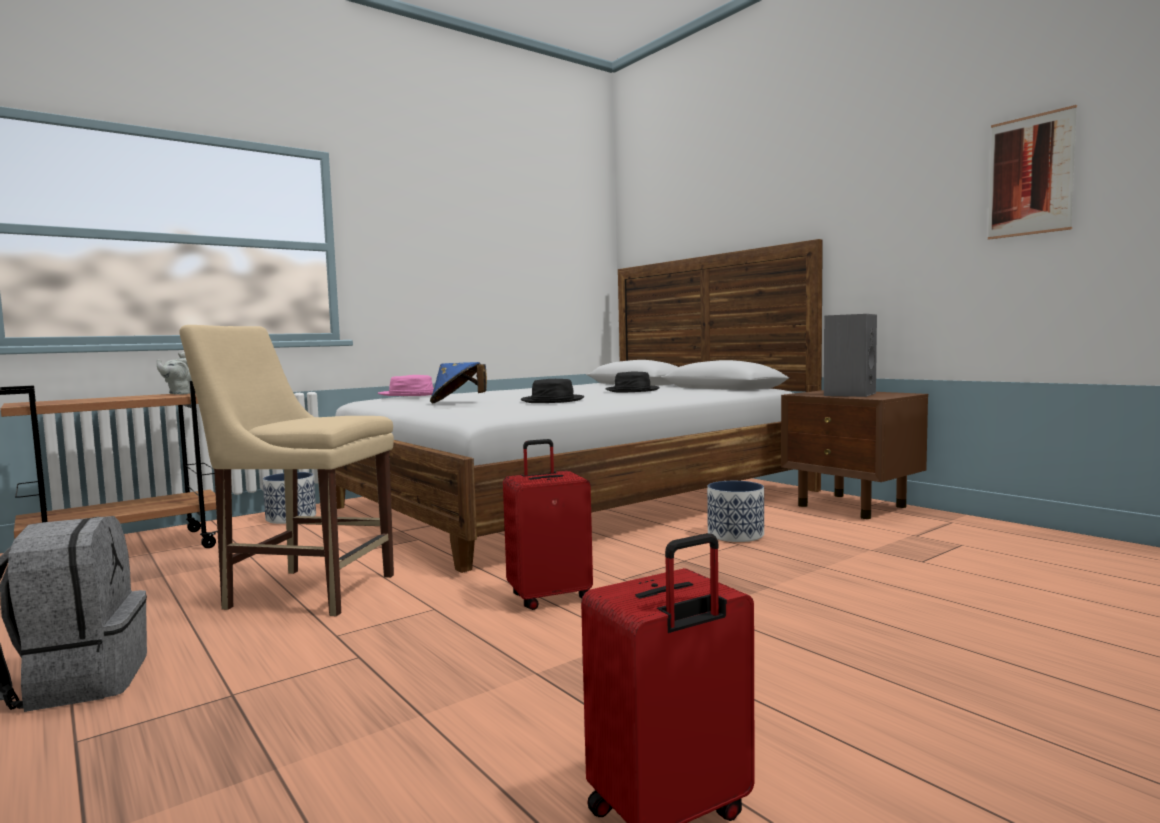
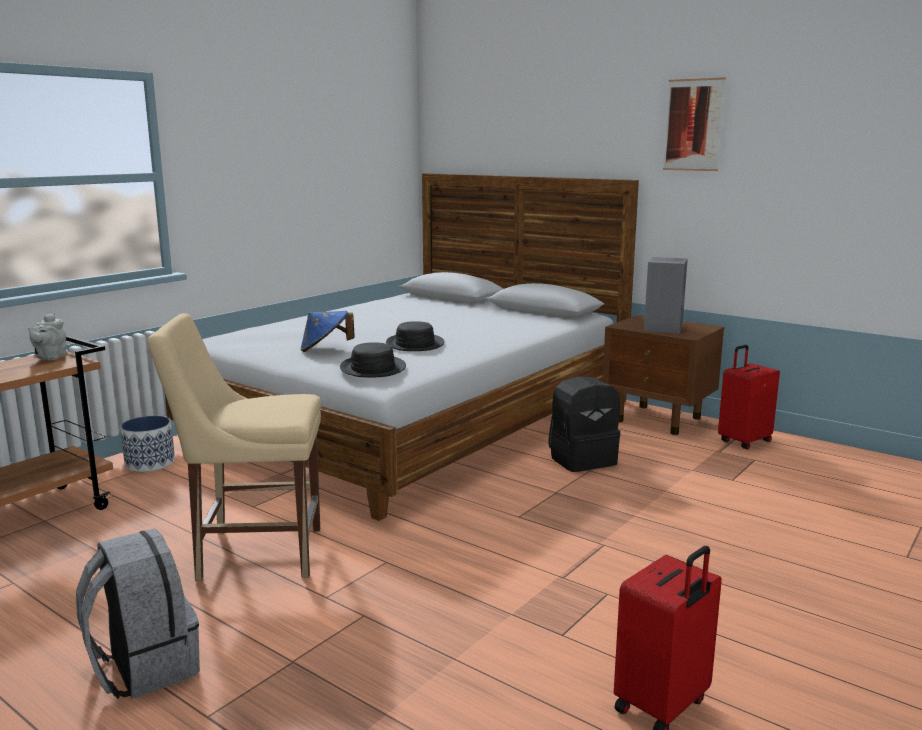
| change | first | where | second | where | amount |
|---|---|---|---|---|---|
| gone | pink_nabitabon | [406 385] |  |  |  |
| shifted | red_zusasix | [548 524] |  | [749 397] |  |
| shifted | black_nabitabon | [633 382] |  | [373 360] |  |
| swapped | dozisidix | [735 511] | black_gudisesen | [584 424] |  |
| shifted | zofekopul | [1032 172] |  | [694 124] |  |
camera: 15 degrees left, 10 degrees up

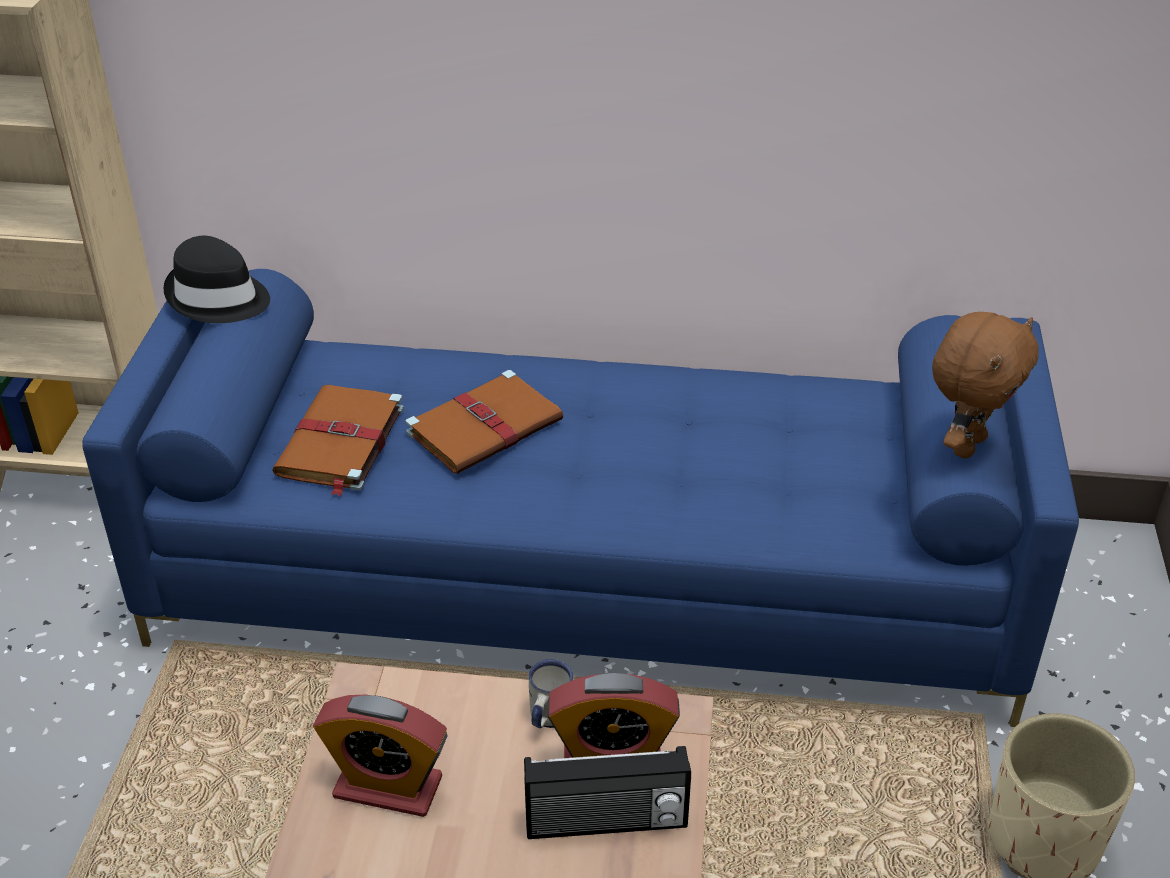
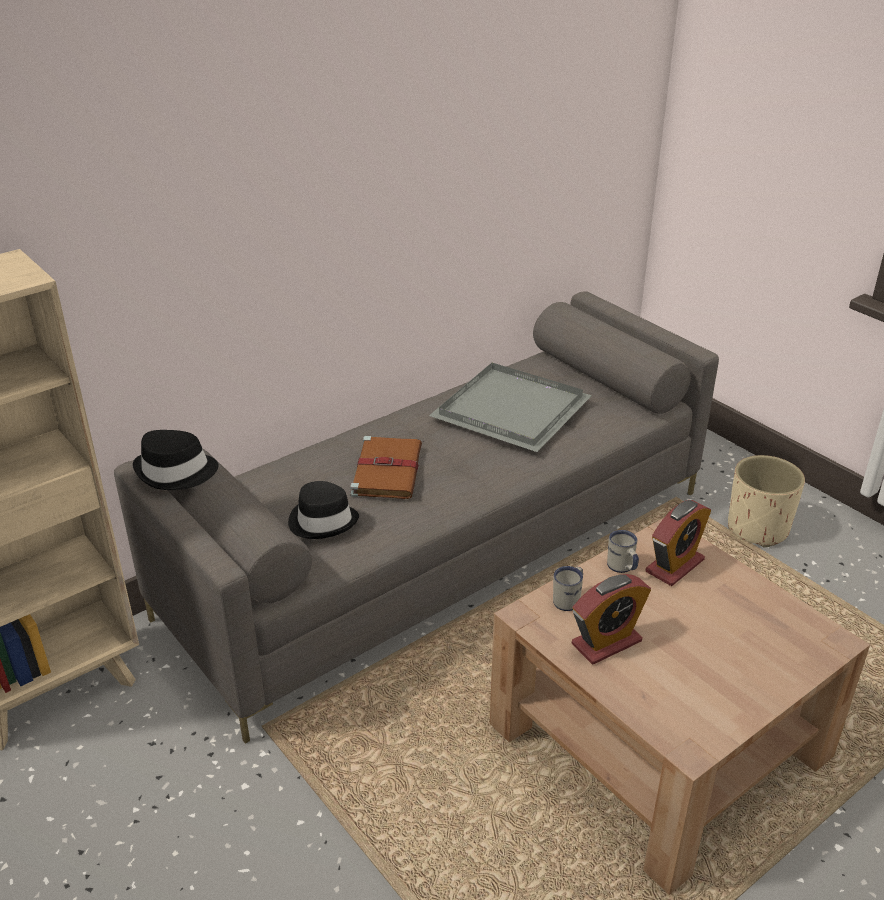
| change | first | where | second | where | amount |
|---|---|---|---|---|---|
| repainted | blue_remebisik | [580 498] | grey_remebisik | [416 517] |  |
| swapped | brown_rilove | [338 440] | black_nabitabon | [323 510] |  |
| gone | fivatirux | [607 792] |  |  |  |
| gone | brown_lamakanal | [985 385] |  |  |  |
| new |  |  | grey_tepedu | [510 407] |  |
| new |  |  | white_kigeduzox | [568 588] |  |
camera: 45 degrees left, 5 degrees down

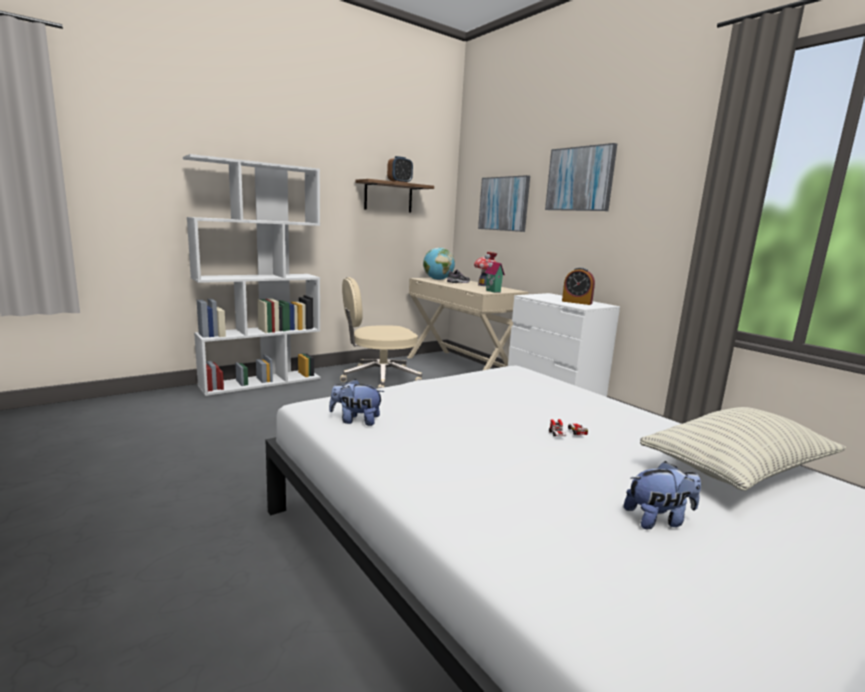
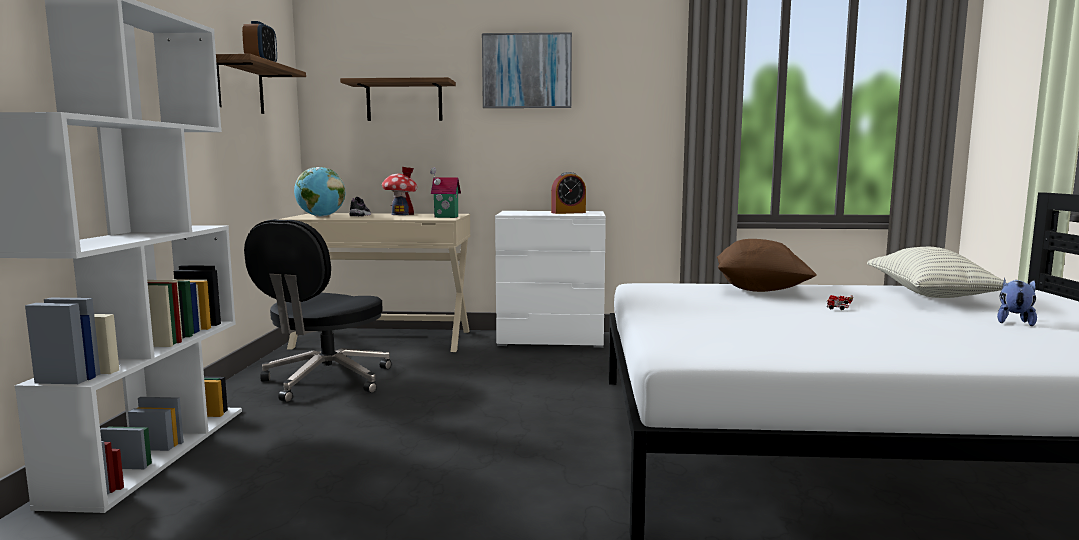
| change | first | where | second | where | amount |
|---|---|---|---|---|---|
| gone | lamakanal | [356 402] |  |  |  |
| repainted | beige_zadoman | [381 332] | black_zadoman | [317 310] |  |
| swapped | zofekopul | [504 203] | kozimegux | [398 99] |  |
| new |  |  | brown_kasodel | [767 265] |  |
camera: 50 degrees left, 5 degrees down

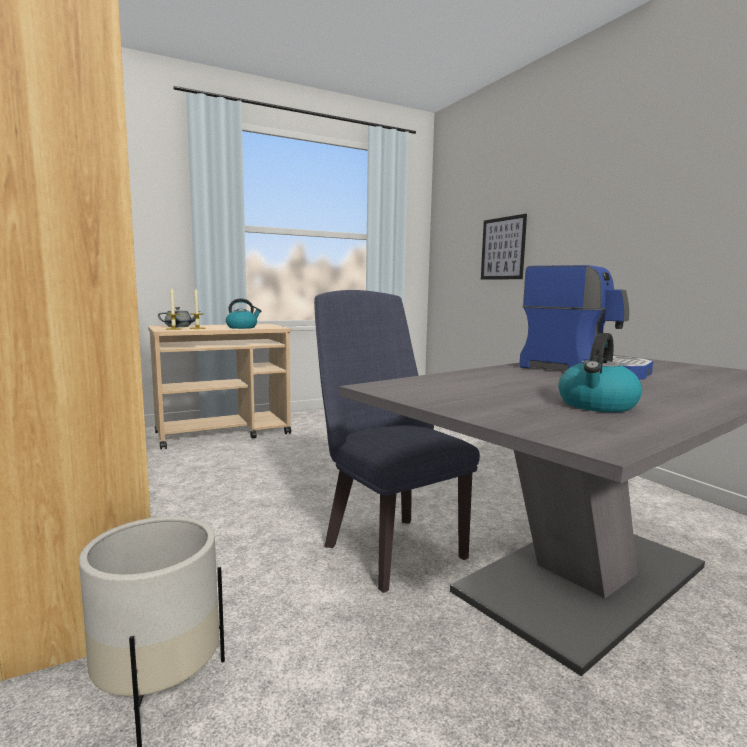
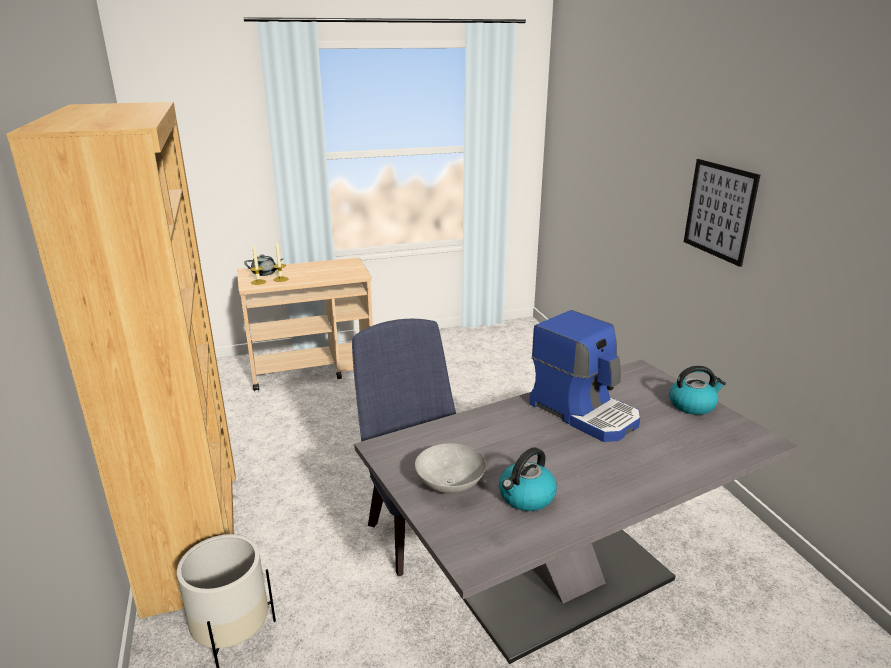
| change | first | where | second | where | amount |
|---|---|---|---|---|---|
| shifted | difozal | [243 313] |  | [697 390] |  |
| shifted | zofekopul | [504 247] |  | [722 213] |  |
| new |  |  | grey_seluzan | [450 468] |  |
camera: 10 degrees right, 15 degrees up

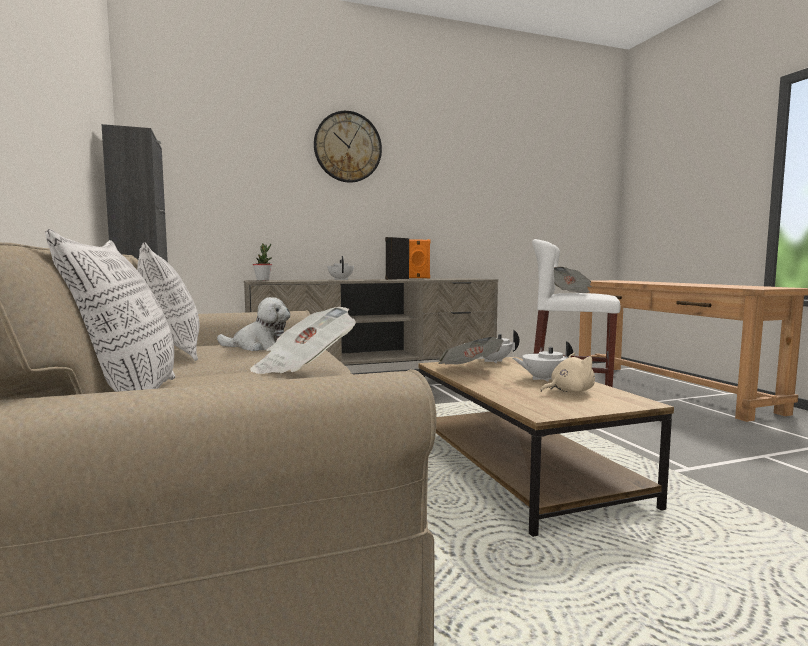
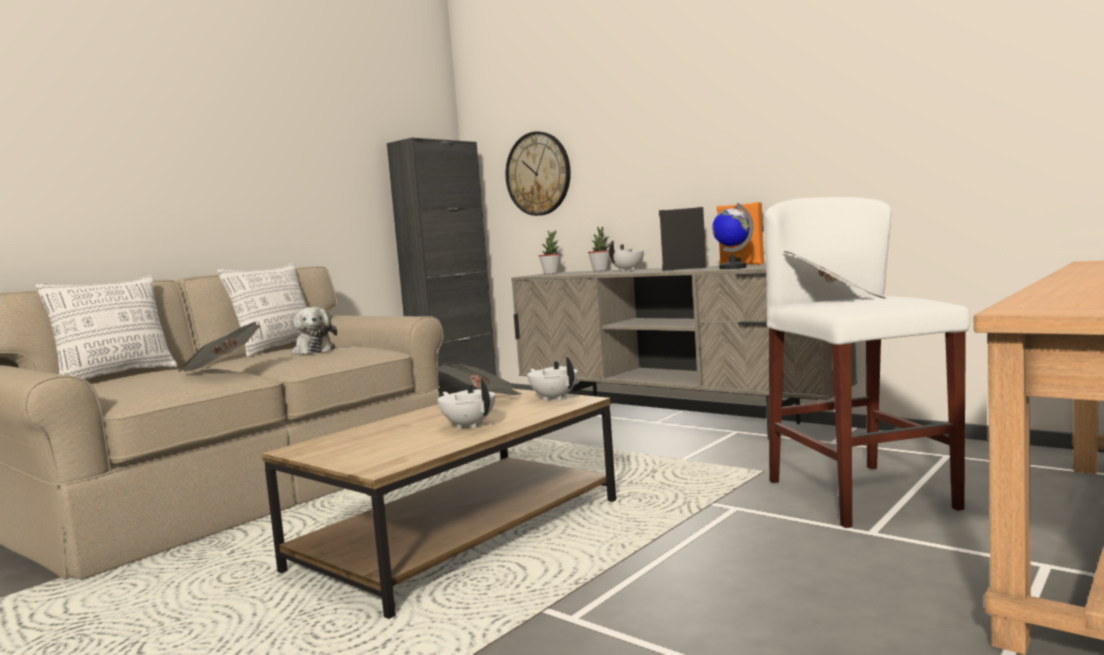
| change | first | where | second | where | amount |
|---|---|---|---|---|---|
| shifted | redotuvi | [348 147] |  | [538 173] |  |
| gone | beige_lamakanal | [568 373] |  |  |  |
| new |  |  | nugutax | [598 248] |  |
| new |  |  | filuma | [732 236] |  |
camera: 60 degrees right, 0 degrees up

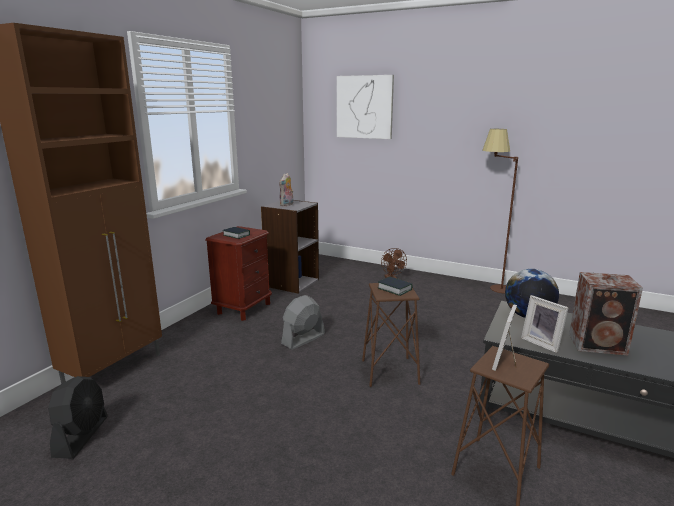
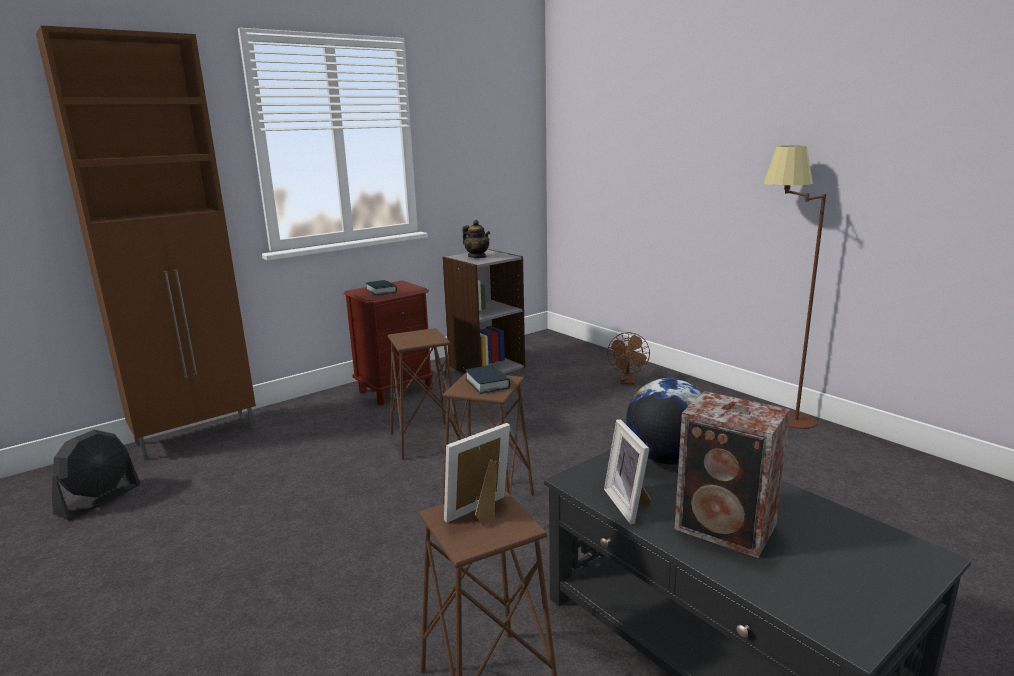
| change | first | where | second | where | amount |
|---|---|---|---|---|---|
| swapped | lamakanal | [286 189] | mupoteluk | [476 239] |  |
| swapped | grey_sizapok | [303 322] | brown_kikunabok | [424 394] |  |
| gone | zofekopul | [365 107] |  |  |  |
camera: 25 degrees right, 0 degrees up

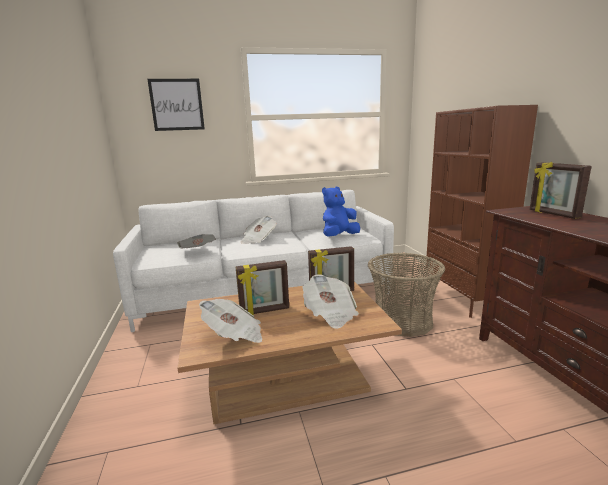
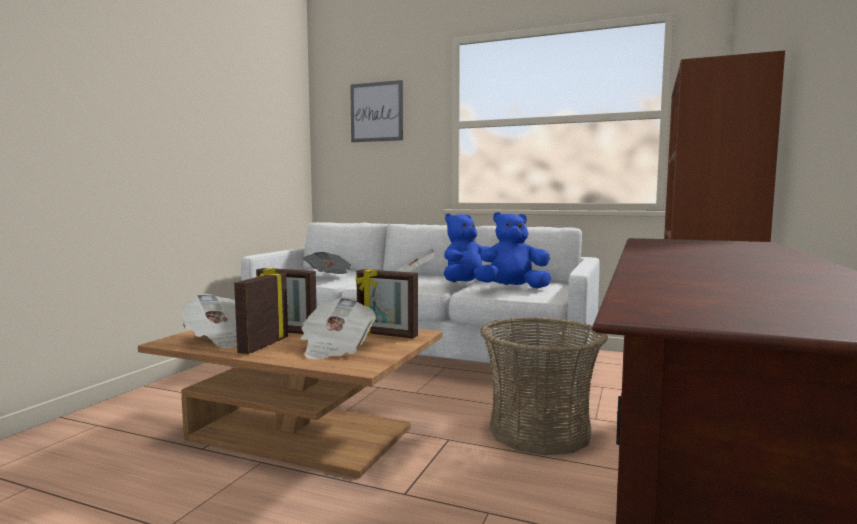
| change | first | where | second | where | amount |
|---|---|---|---|---|---|
| shifted | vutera | [561 190] |  | [261 313] |  |
| new |  |  | blue_lamakanal | [468 248] |  |
camera: 35 degrees right, 10 degrees down

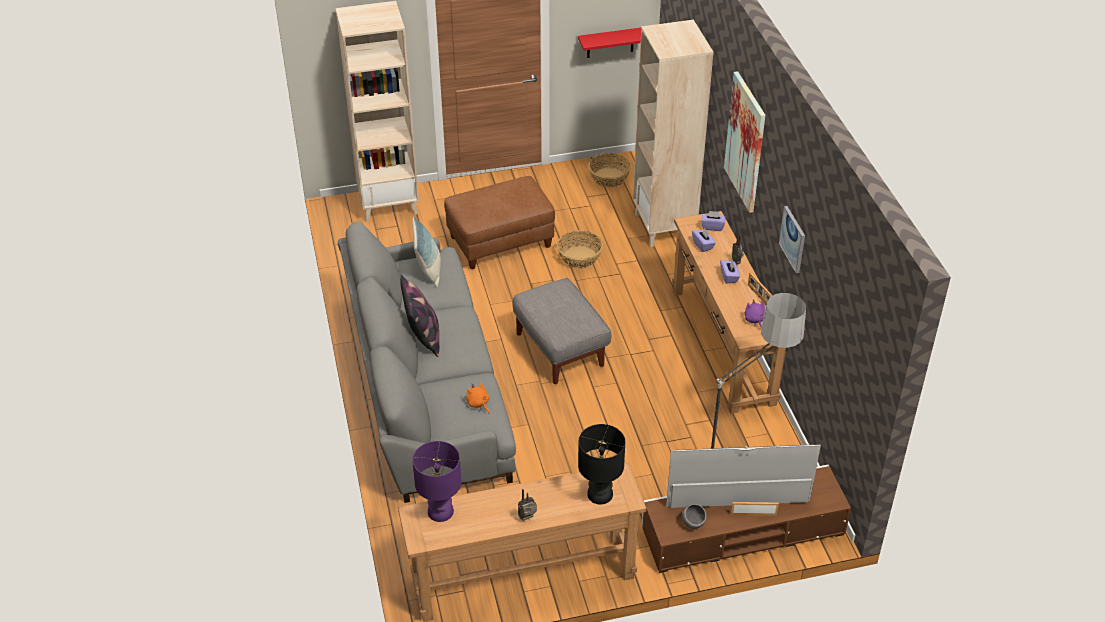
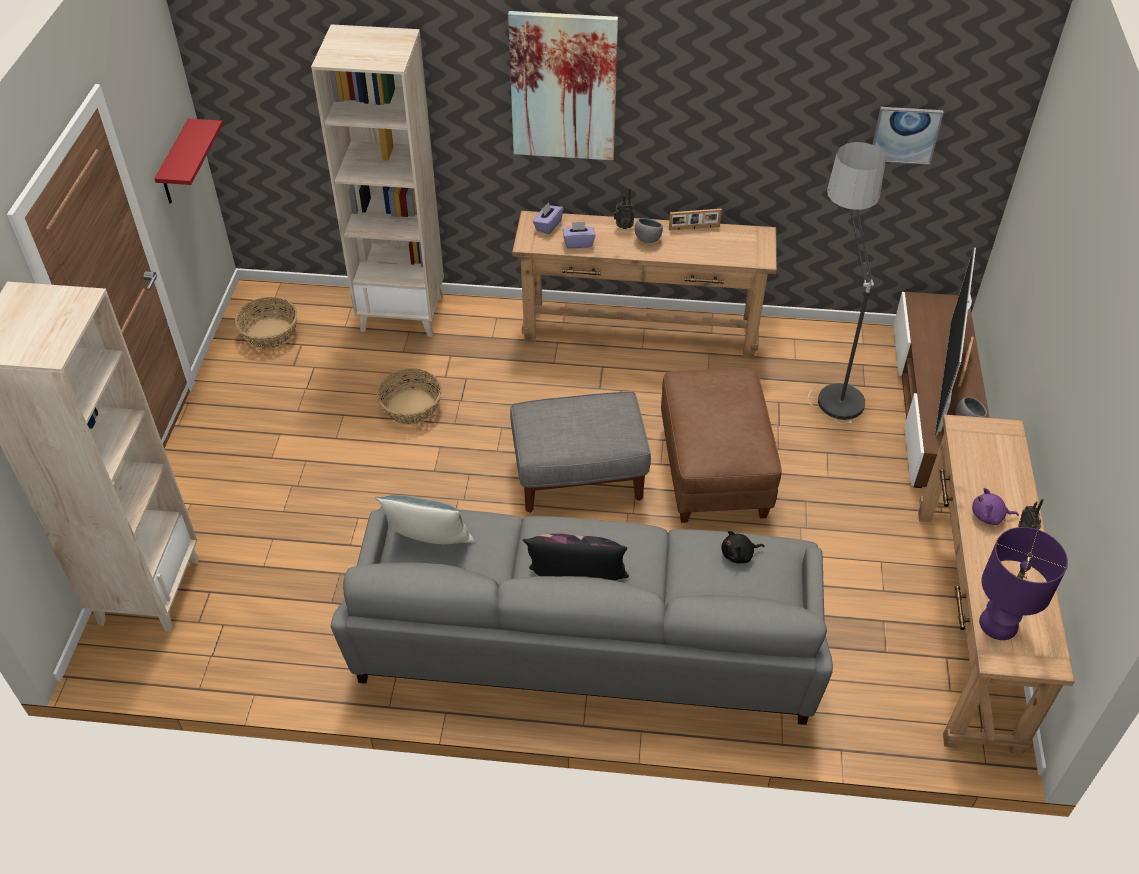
| change | first | where | second | where | amount |
|---|---|---|---|---|---|
| shifted | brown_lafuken | [499 222] |  | [721 445] |  |
| repainted | orange_lamakanal | [477 398] | black_lamakanal | [743 547] |  |
| gone | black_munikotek | [601 464] |  |  |  |
| swapped | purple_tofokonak | [730 272] | grey_seluzan | [649 230] |  |
| shifted | purple_lamakanal | [754 313] |  | [995 506] |  |
| shifted | zofekopul | [792 239] |  | [908 136] |  |
camera: 70 degrees left, 5 degrees up

